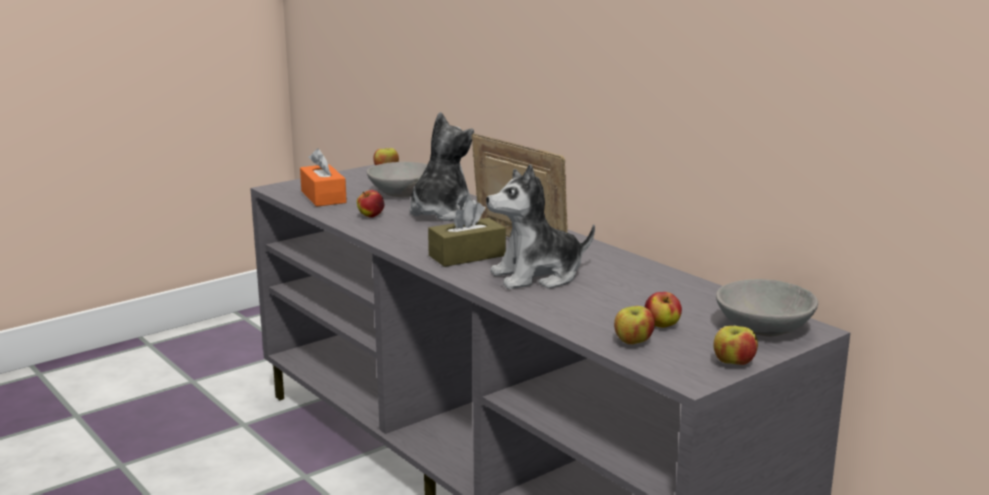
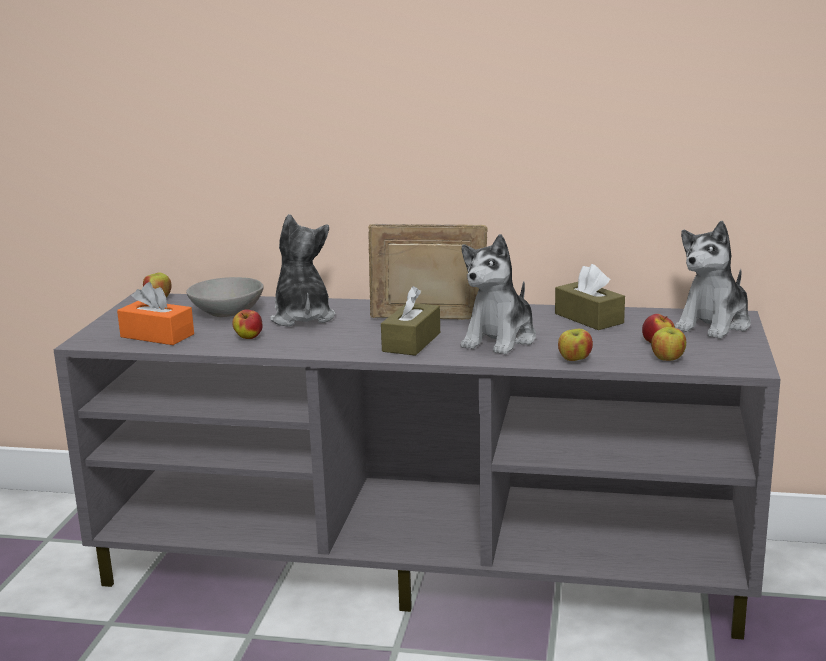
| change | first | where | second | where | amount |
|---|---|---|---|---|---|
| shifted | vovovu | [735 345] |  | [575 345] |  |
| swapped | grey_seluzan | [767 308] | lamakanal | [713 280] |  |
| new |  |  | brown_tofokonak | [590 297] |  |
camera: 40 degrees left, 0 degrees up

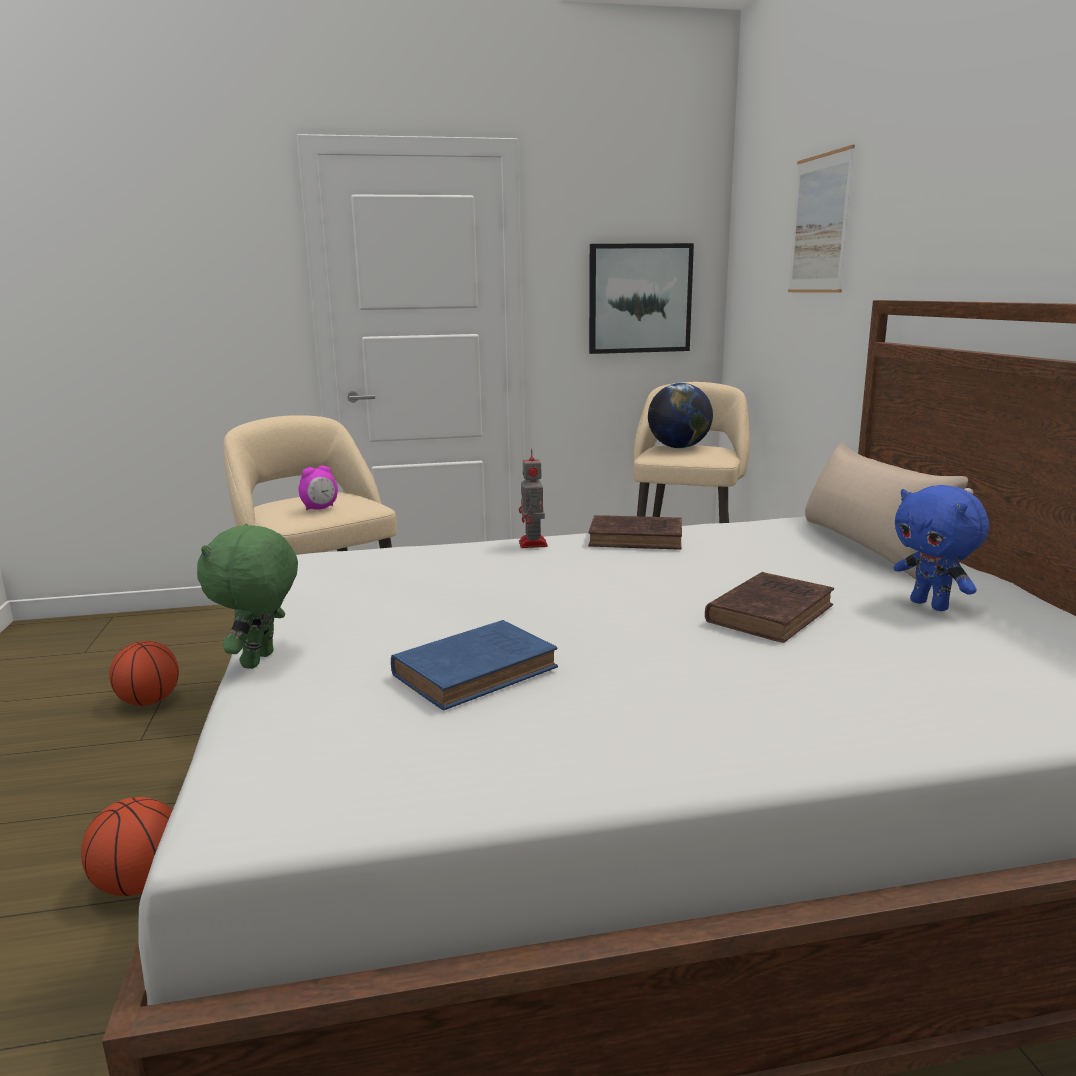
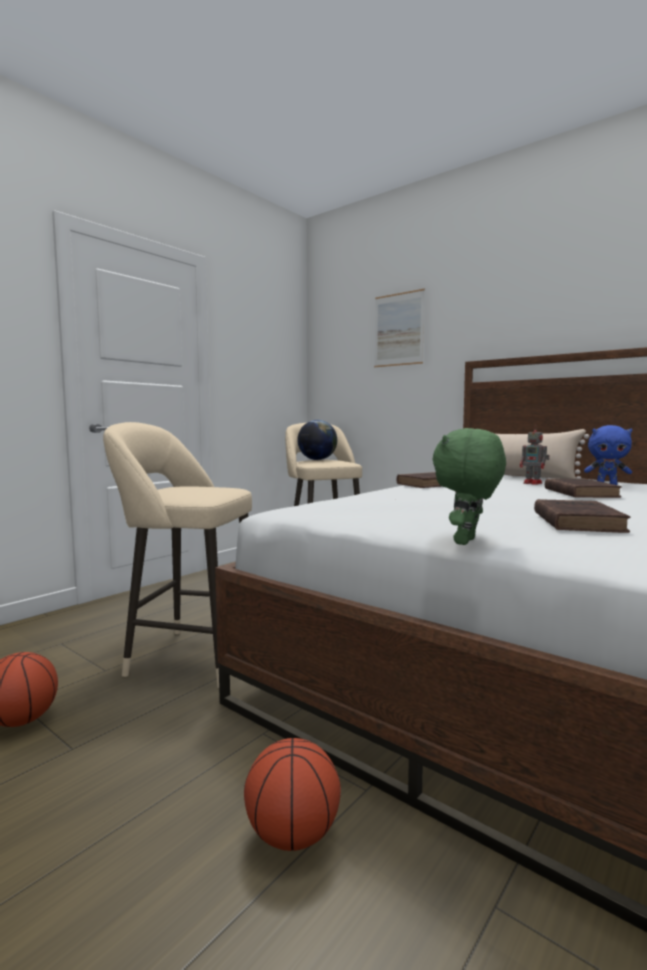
| change | first | where | second | where | amount |
|---|---|---|---|---|---|
| rotated | green_lamakanal | [247 596] |  | [469 486] | 60 degrees clockwise |
| gone | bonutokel | [318 488] |  |  |  |
| repainted | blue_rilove | [474 665] | brown_rilove | [582 516] |  |
| shifted | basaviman | [533 498] |  | [535 455] |  |
| gone | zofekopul | [641 298] |  |  |  |
camera: 40 degrees left, 10 degrees down

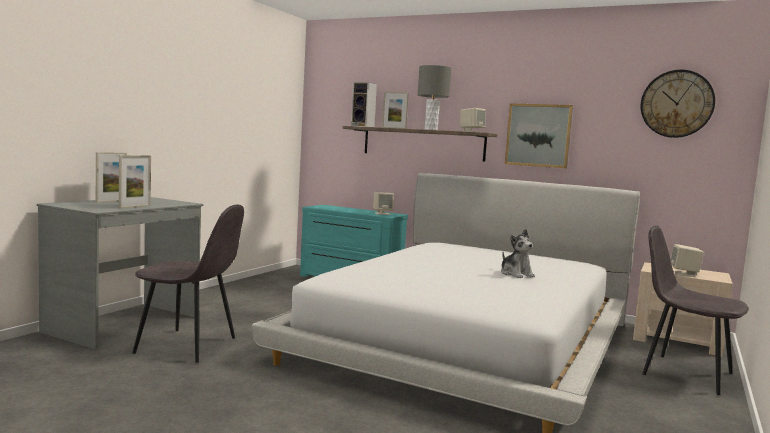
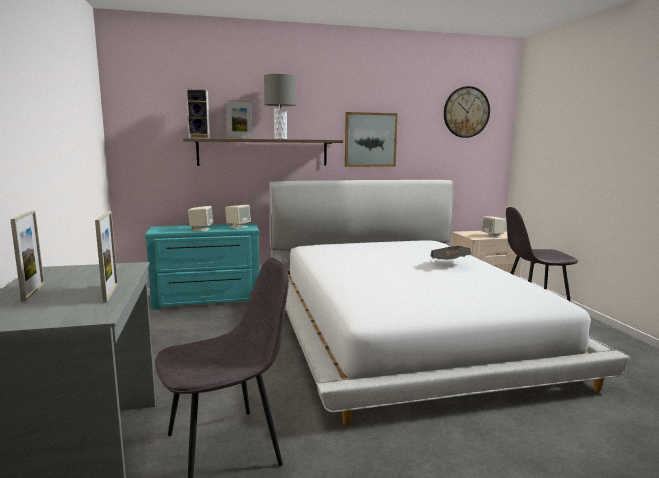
| change | first | where | second | where | amount |
|---|---|---|---|---|---|
| shifted | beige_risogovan | [473 120] |  | [200 218] |  |
| swapped | lamakanal | [518 253] | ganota | [451 253] |  |
camera: 40 degrees left, 5 degrees up

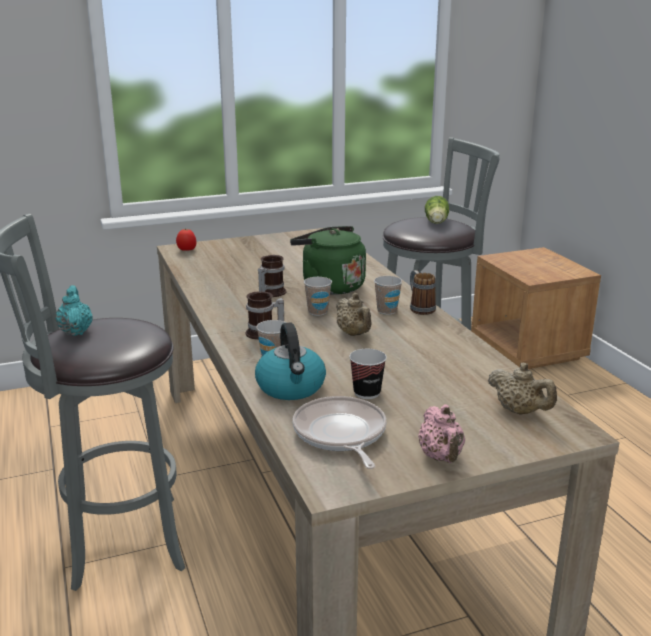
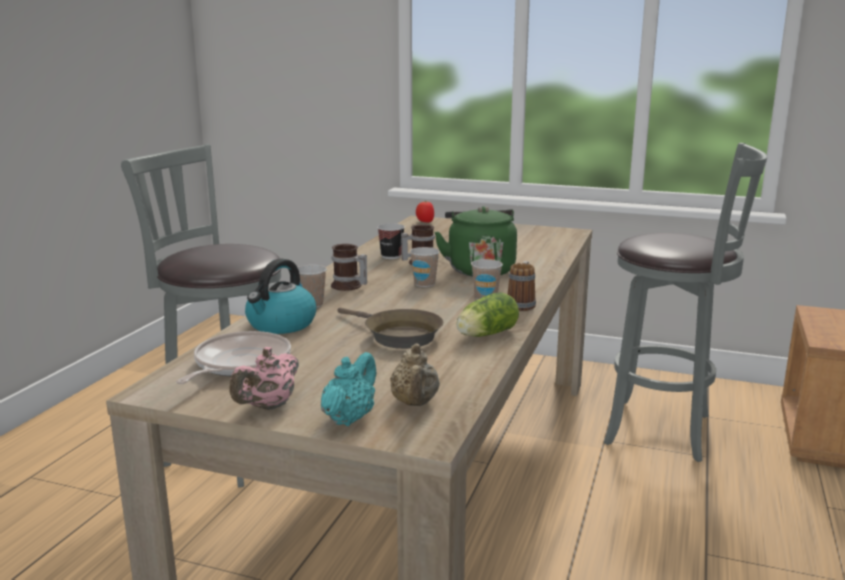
| change | first | where | second | where | amount |
|---|---|---|---|---|---|
| shifted | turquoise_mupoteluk | [74 310] |  | [348 389] |  |
| gone | beige_mupoteluk | [354 314] |  |  |  |
| shifted | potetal | [368 374] |  | [391 241] |  |
| shifted | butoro | [437 210] |  | [487 314] |  |
| new |  |  | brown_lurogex | [390 328] |  |
camera: 40 degrees right, 5 degrees down

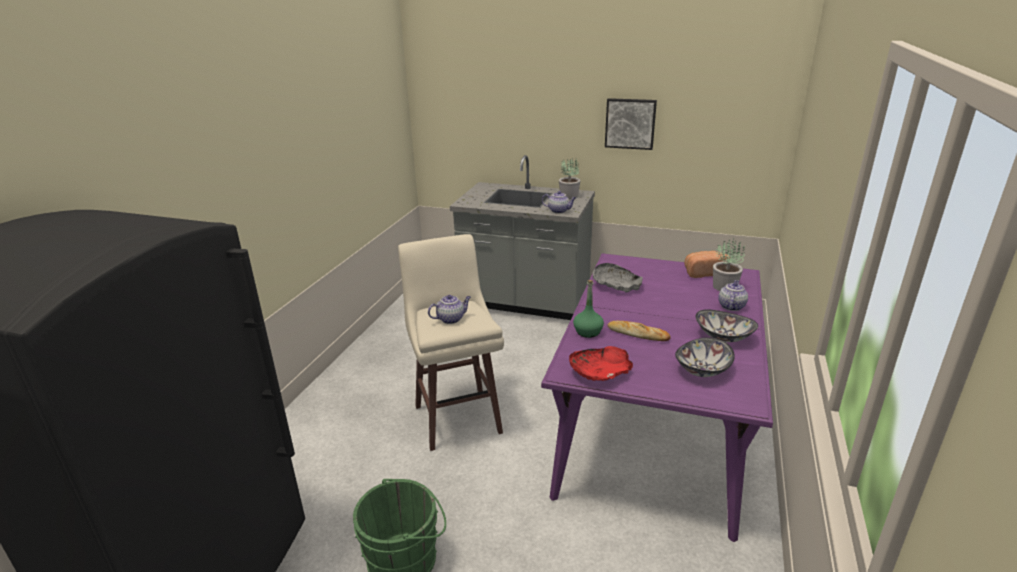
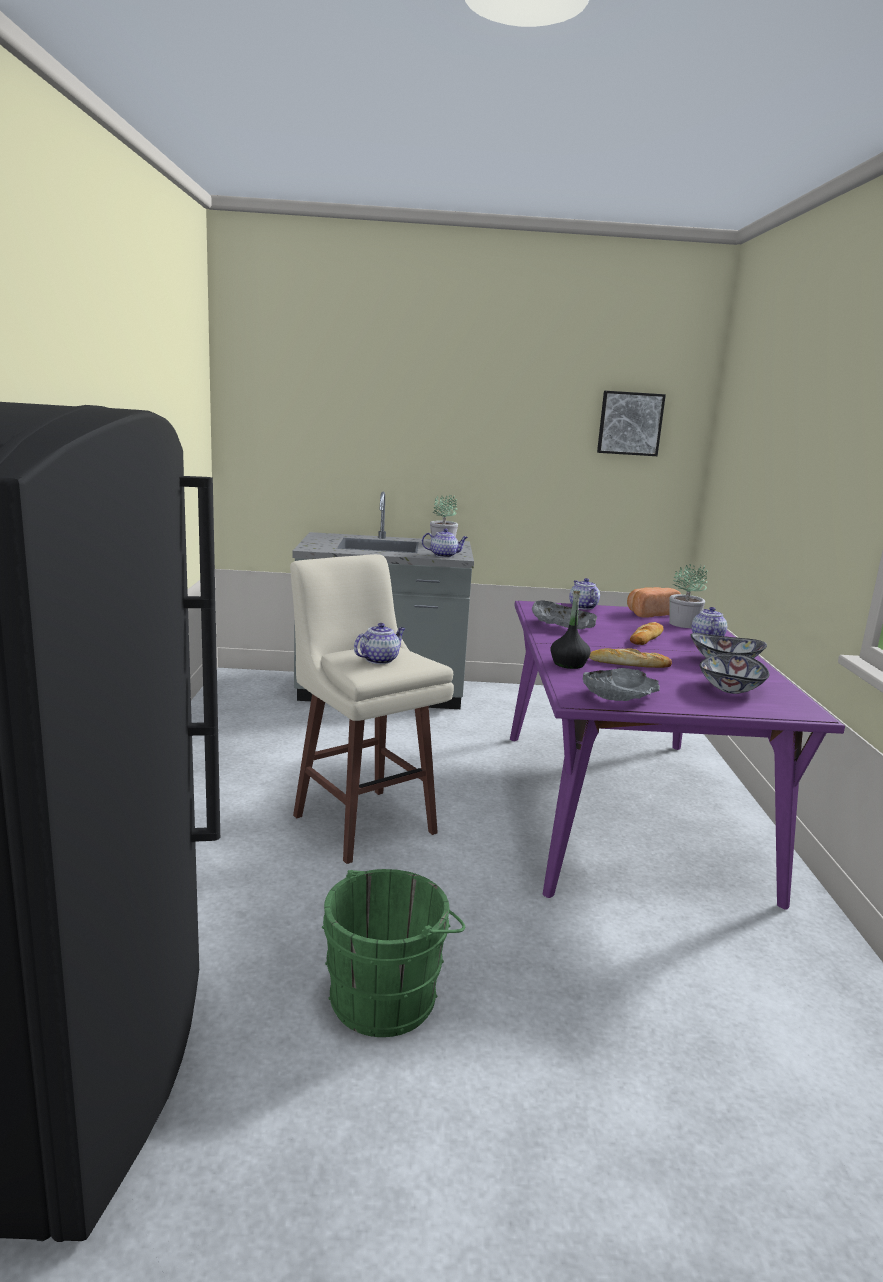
| change | first | where | second | where | amount |
|---|---|---|---|---|---|
| repainted | red_seluzan | [601 363] | grey_seluzan | [621 684] |  |
| repainted | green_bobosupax | [588 309] | black_bobosupax | [570 630] |  |
| shifted | zofekopul | [631 124] |  | [631 423] |  |
| new |  |  | mupoteluk | [584 594] |  |
| new |  |  | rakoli | [646 633] |  |
camera: 20 degrees left, 10 degrees down

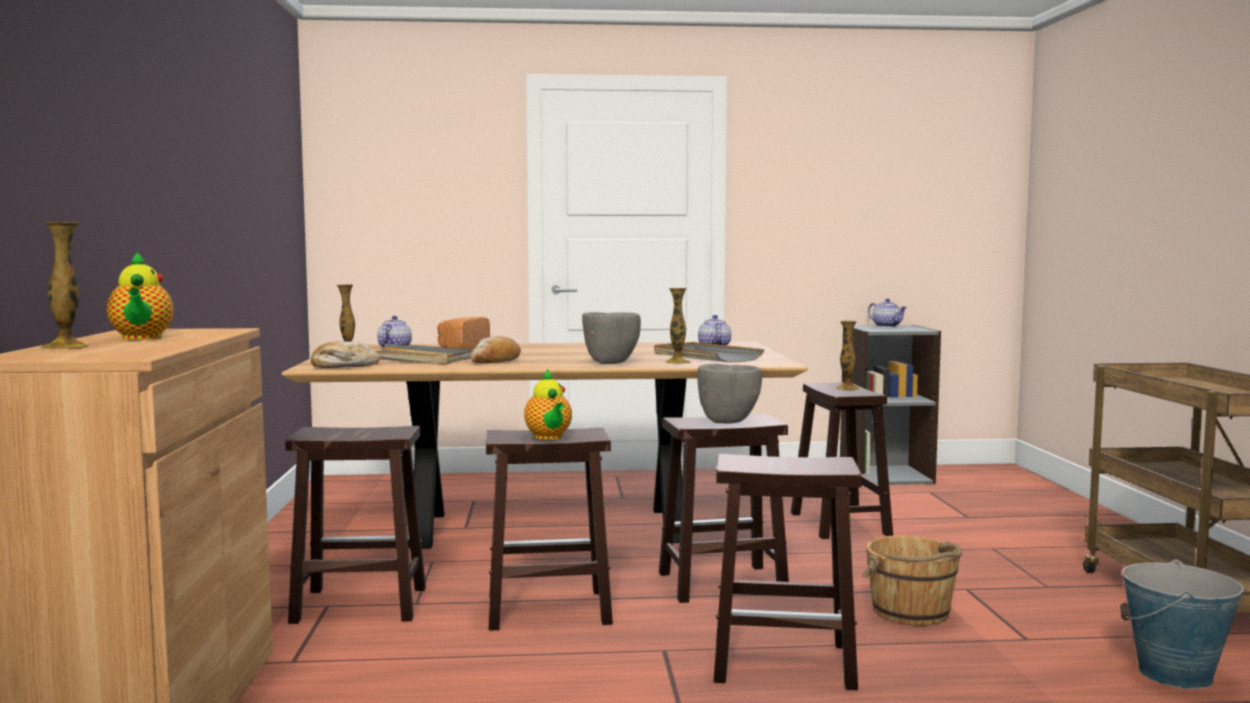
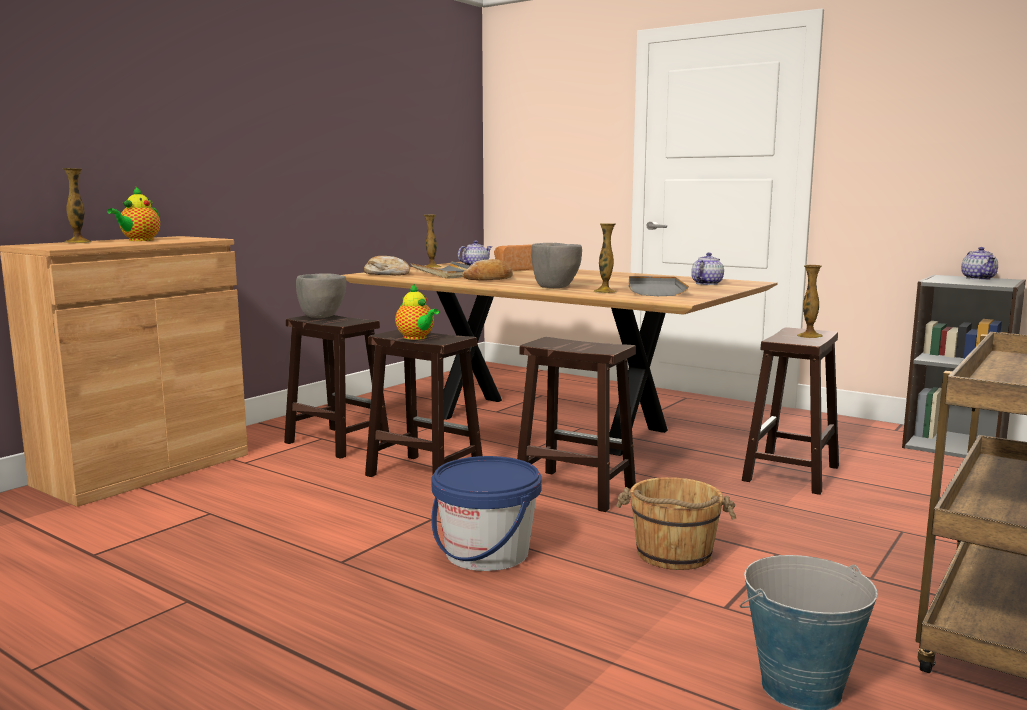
| change | first | where | second | where | amount |
|---|---|---|---|---|---|
| rotated | mupoteluk | [548 404] |  | [417 311] | 60 degrees counterclockwise |
| shifted | grey_seluzan | [729 394] |  | [321 295] |  |
| swapped | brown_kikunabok | [788 572] | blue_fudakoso | [486 513] |  |
camera: 40 degrees right, 5 degrees up

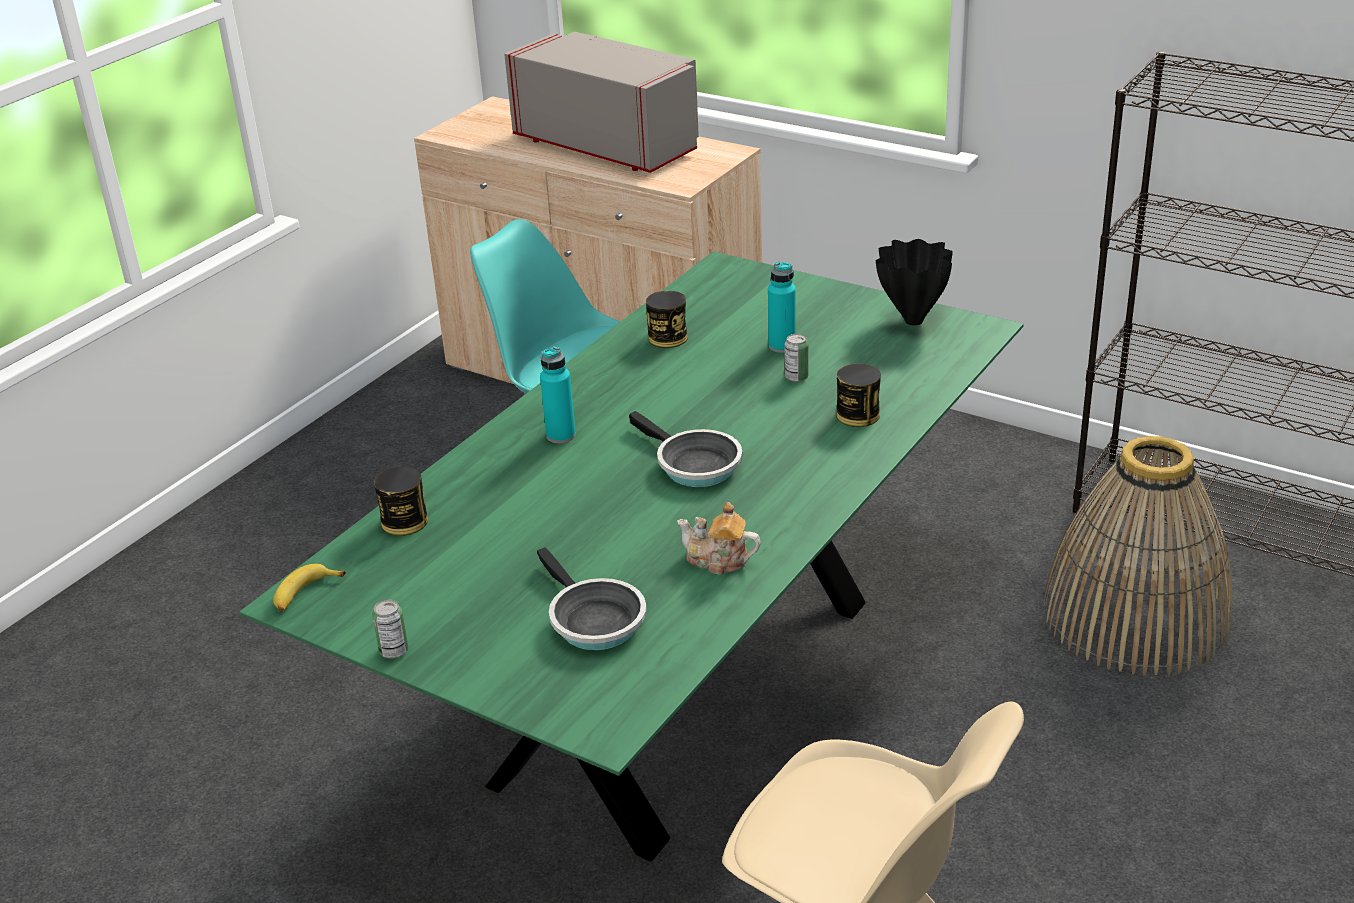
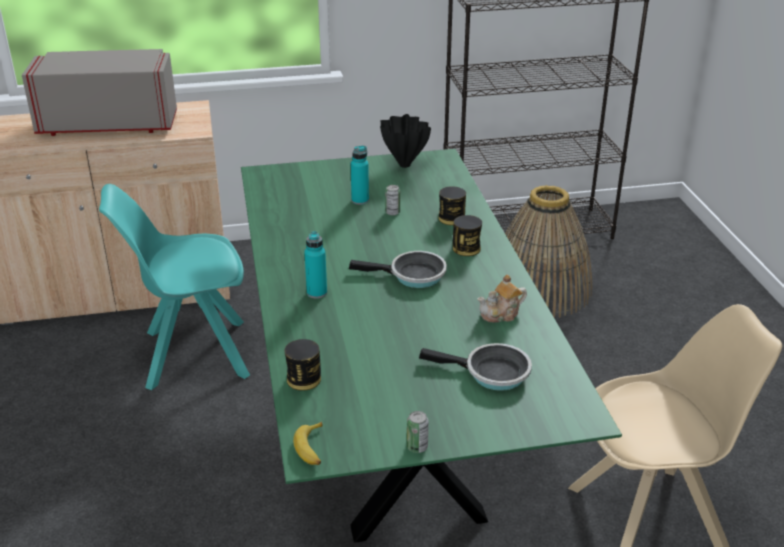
| change | first | where | second | where | amount |
|---|---|---|---|---|---|
| shifted | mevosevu | [667 319] |  | [467 235] |  |
camera: 45 degrees left, 0 degrees up

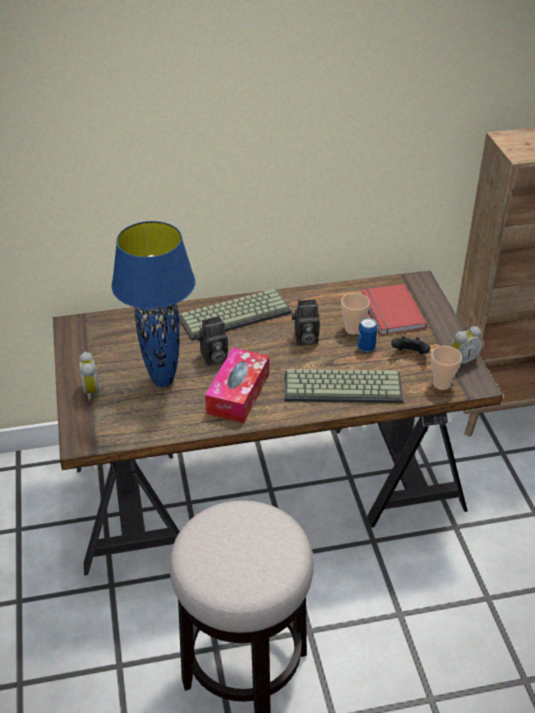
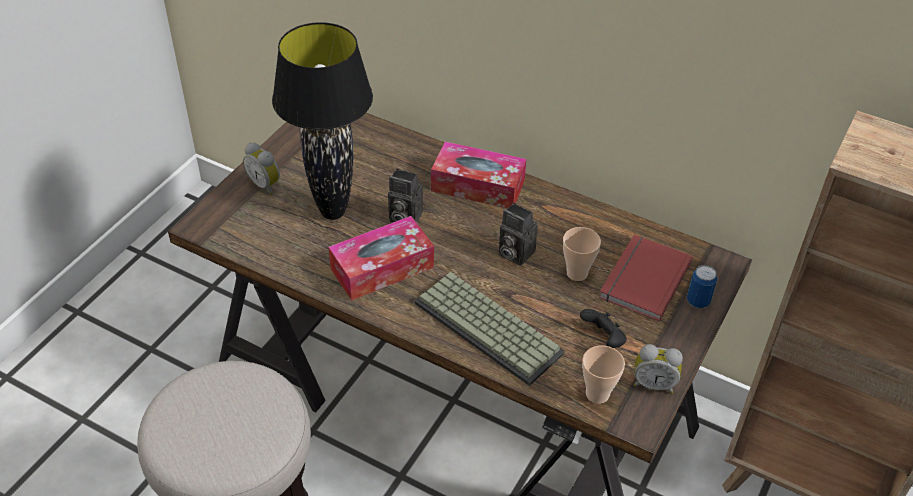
| change | first | where | second | where | amount |
|---|---|---|---|---|---|
| rotated | bonutokel | [91 376] |  | [261 169] | 75 degrees counterclockwise |
| repainted | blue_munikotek | [153 304] | black_munikotek | [322 121] |  |
| swapped | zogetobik | [235 315] | tofokonak | [478 175] |  |
| shifted | mevosevu | [367 335] |  | [702 286] |  |
camera: 40 degrees right, 5 degrees up

